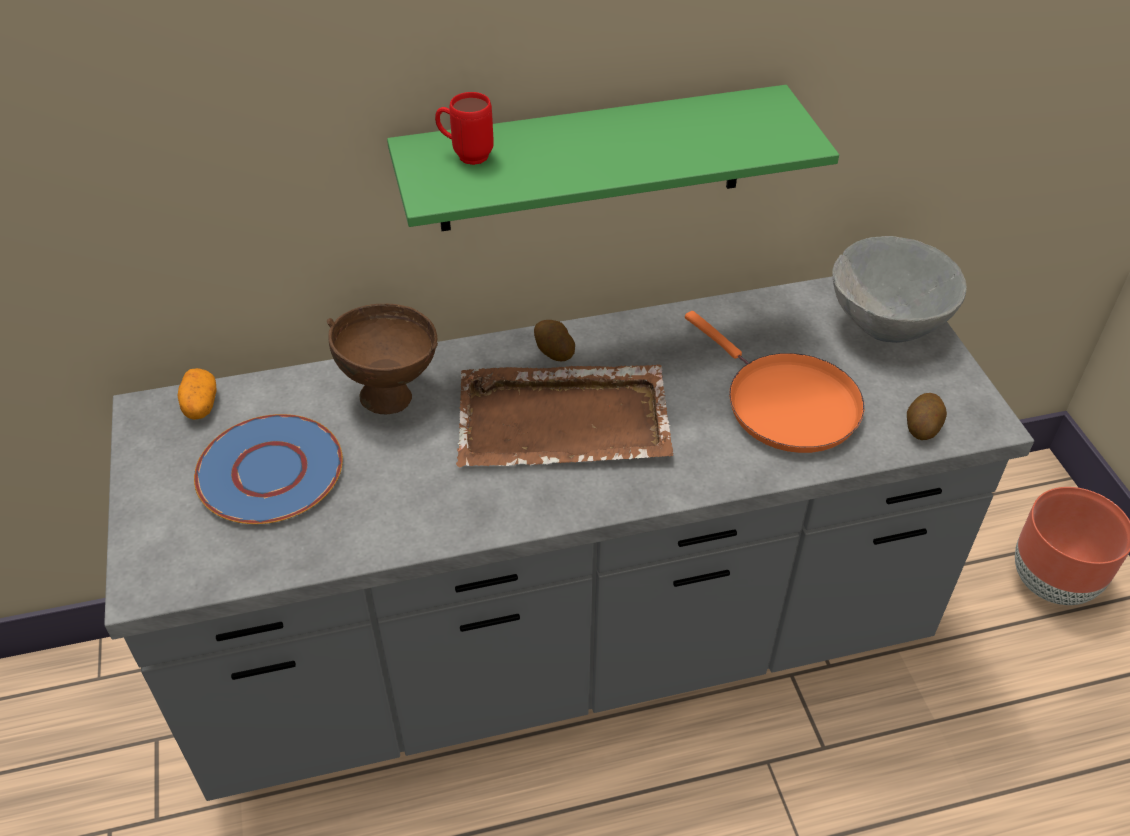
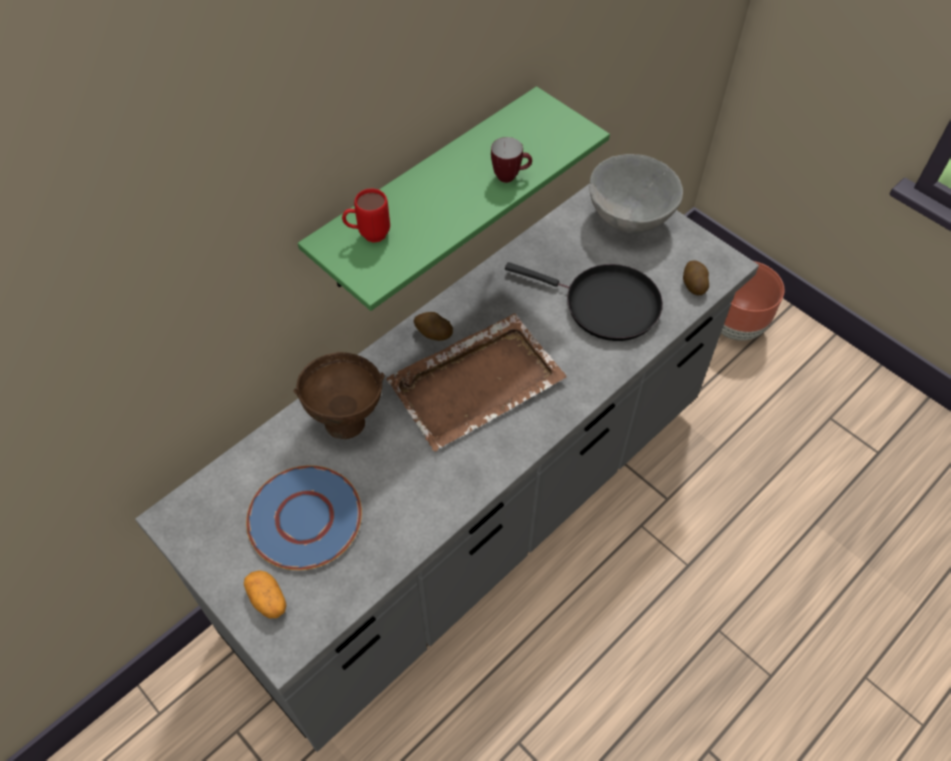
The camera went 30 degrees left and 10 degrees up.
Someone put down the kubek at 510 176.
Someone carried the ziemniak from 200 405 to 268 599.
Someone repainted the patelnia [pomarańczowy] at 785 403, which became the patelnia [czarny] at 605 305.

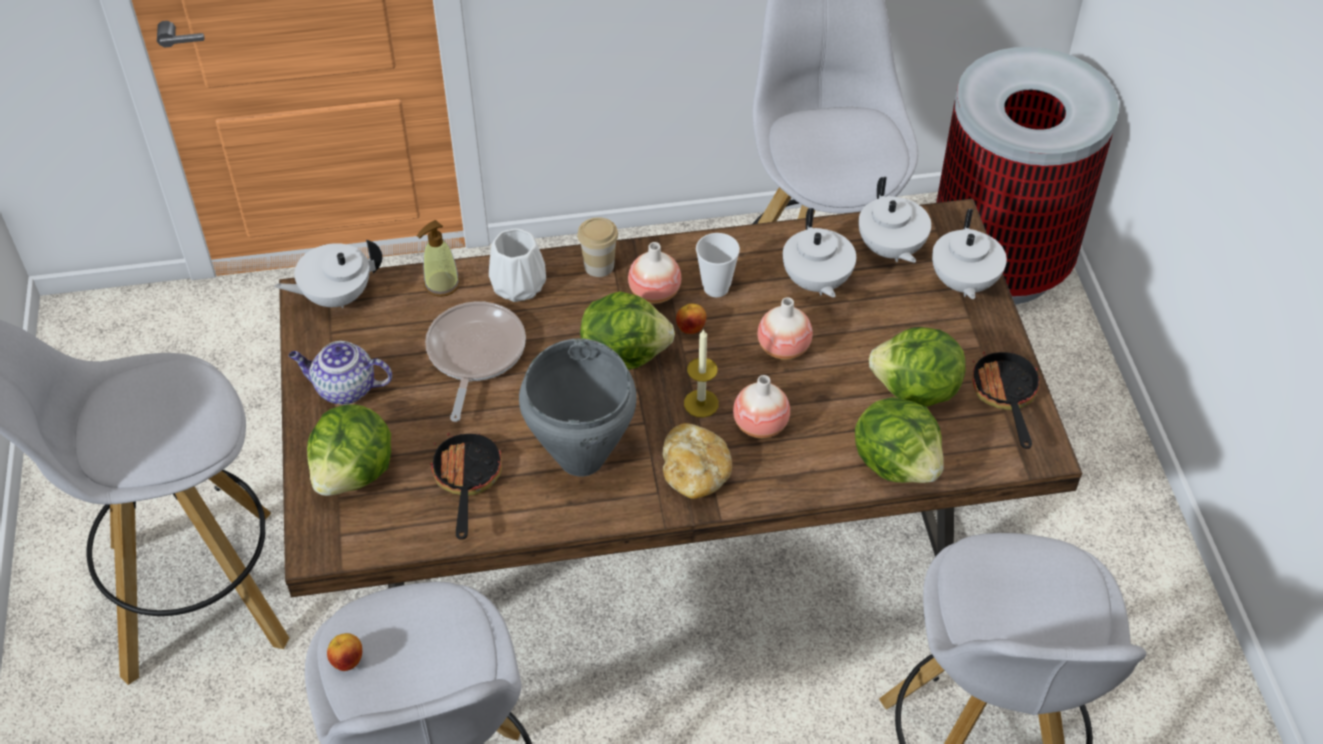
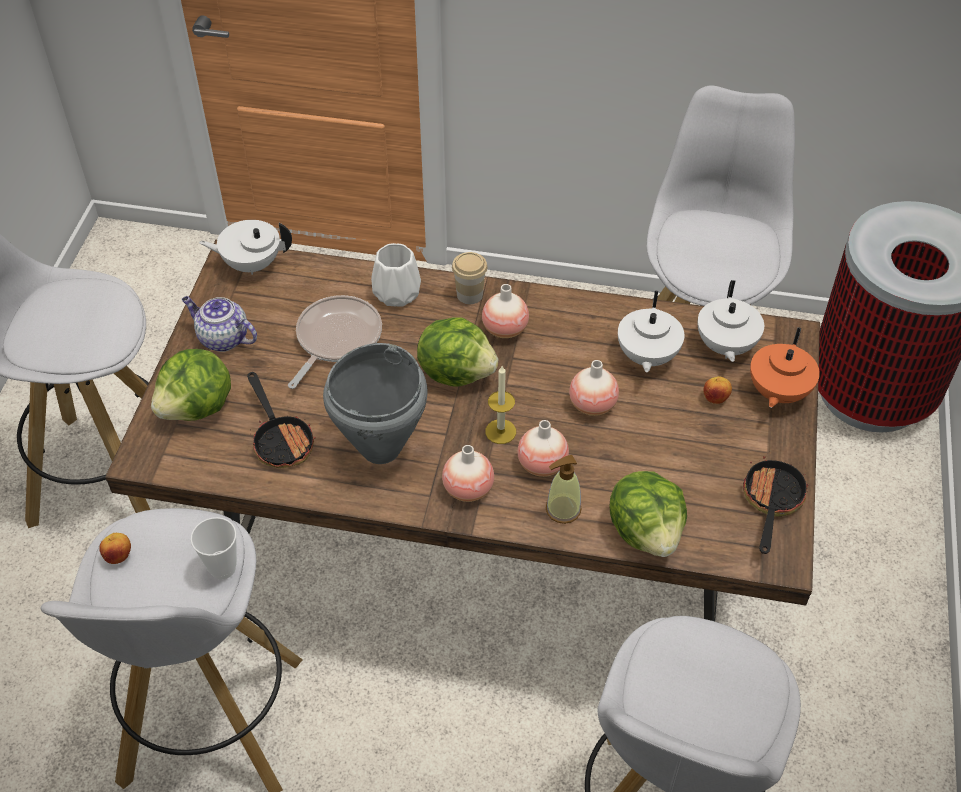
The camera went 20 degrees right and 0 degrees up.
Someone took away the sałata at 915 391.
Someone carried the dozownik mydła from 441 284 to 563 509.
Someone carried the jabłko from 690 328 to 715 398.
Someone carried the filiżanka from 716 288 to 223 568.
Someone swapped the chleb at 695 473 for the wazon at 468 489.
Someone repainted the imbryk [biały] at 963 283, which became the imbryk [pomarańczowy] at 777 392.
Someone rotated the patelnia at 466 480 by 135 degrees clockwise.

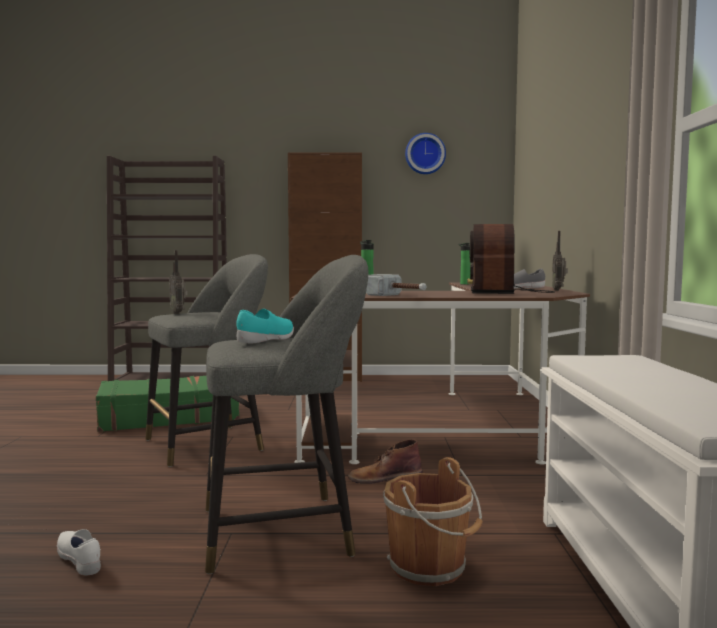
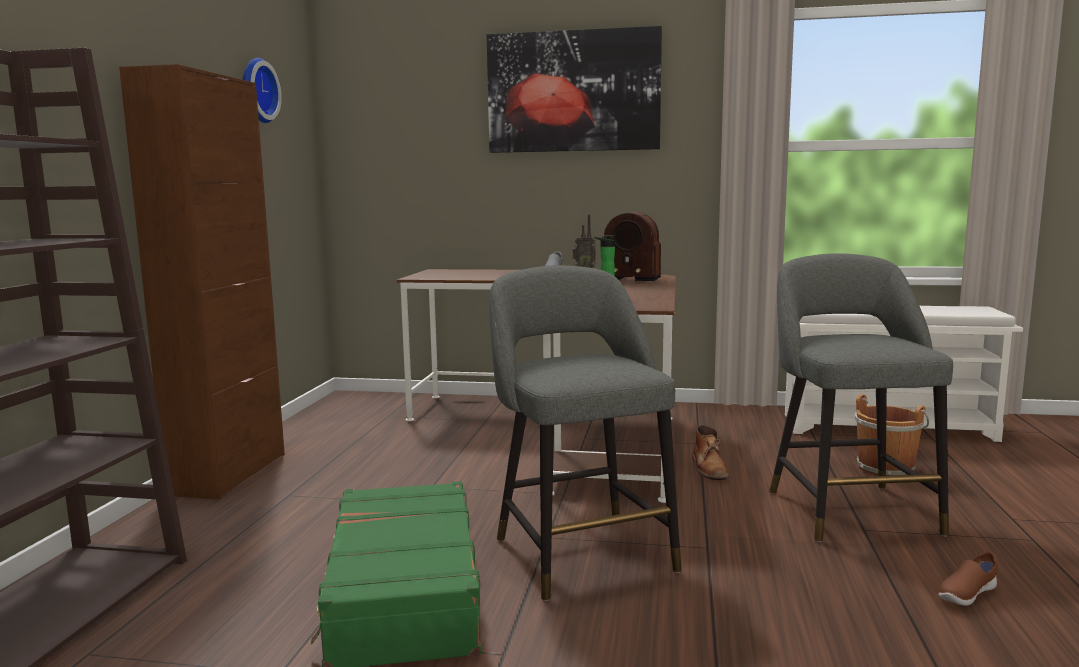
The camera went 80 degrees left and 5 degrees up.
Someone took away the radio at 178 313.
Someone took away the but [turkusowy] at 267 340.
Someone took away the młotek at 398 295.
Someone took away the butelka at 464 284.
Someone put up the obraz at 573 92.
Someone repainted the but [biały] at 80 561, which became the but [brązowy] at 966 595.

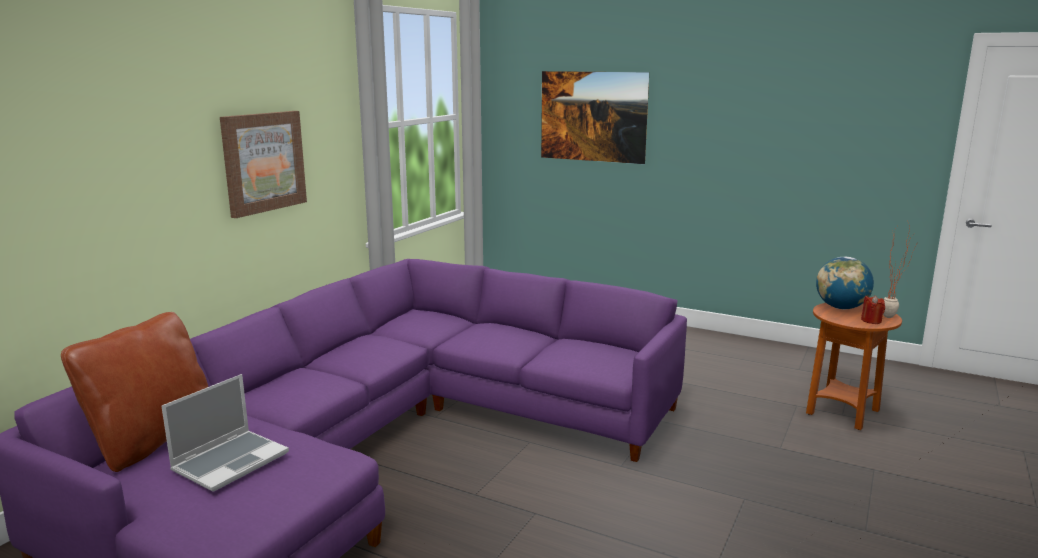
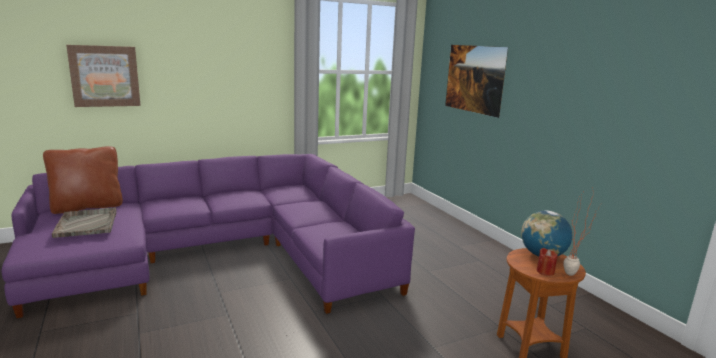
The camera went 35 degrees right and 0 degrees up.
Someone carried the obraz from 263 162 to 105 76.
Someone swapped the laptop at 231 461 for the taca [szary] at 87 223.

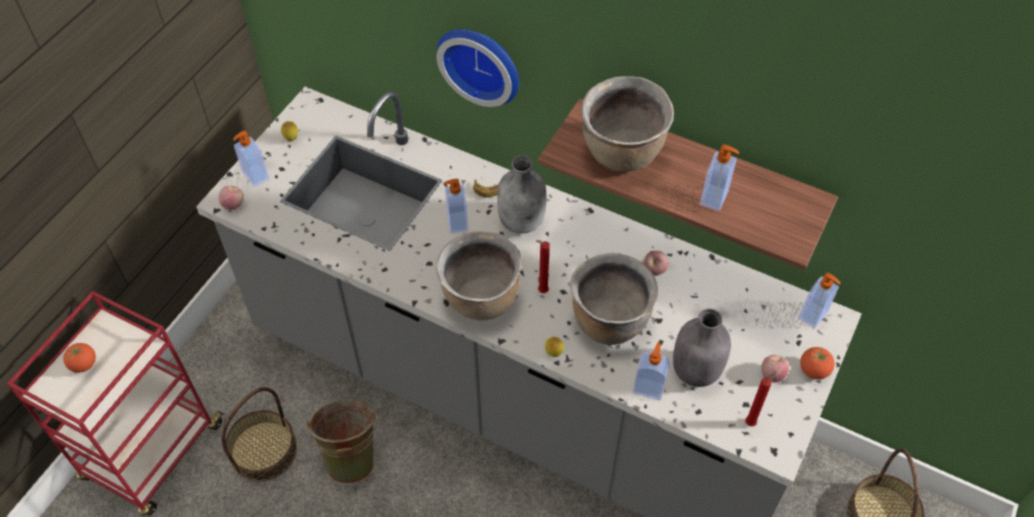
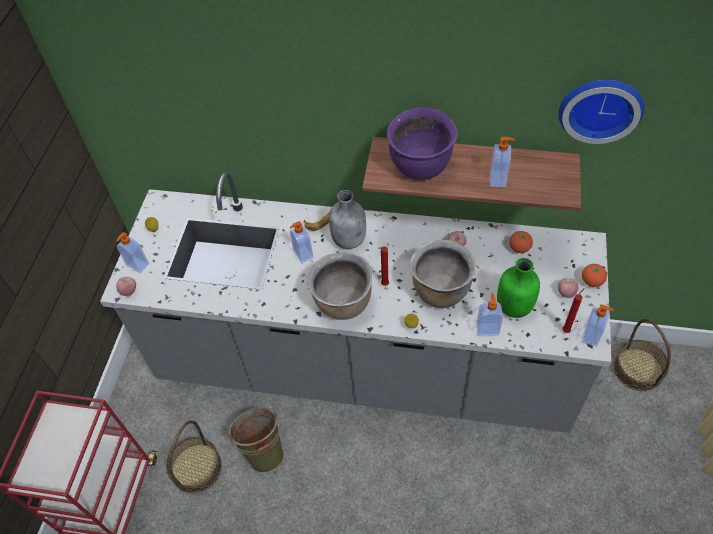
The camera went 15 degrees left and 0 degrees up.
Someone carried the pomidor from 84 364 to 519 248.
Someone carried the zegar ścienny from 482 62 to 600 106.
Someone carried the dozownik mydła from 814 316 to 591 336.
Someone repainted the garnek [brązowy] at 622 154, which became the garnek [fioletowy] at 420 167.
Someone repainted the butelka [szary] at 696 370, which became the butelka [zielony] at 514 306.

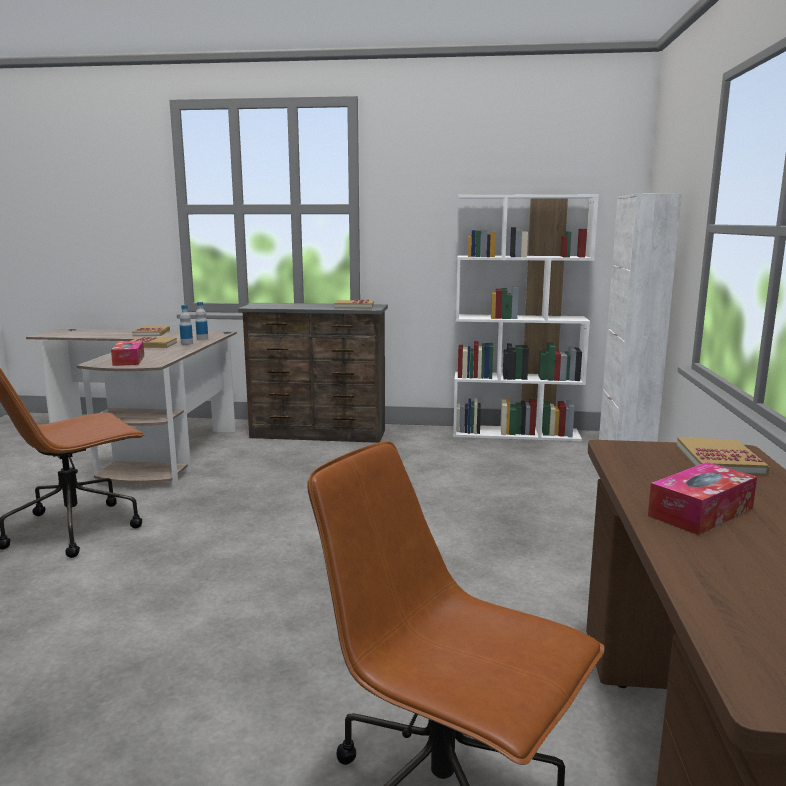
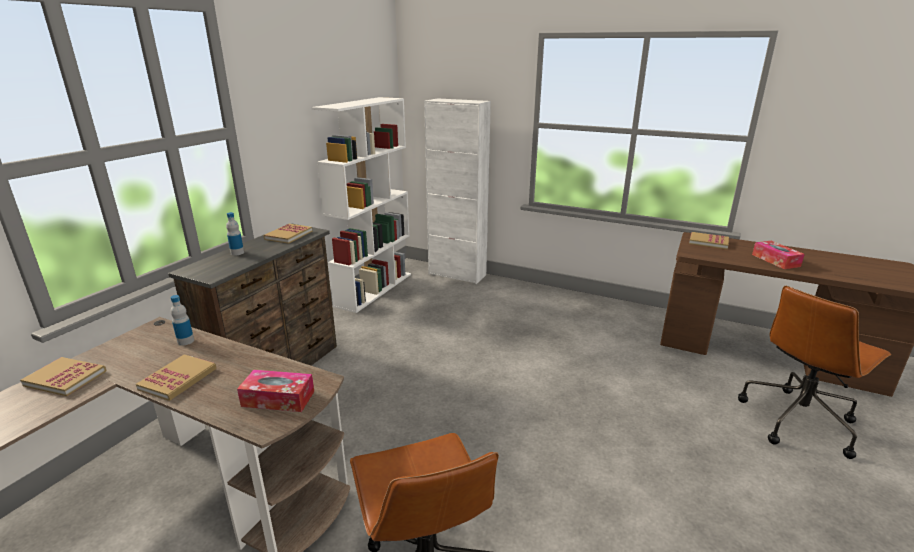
The camera went 70 degrees left and 10 degrees up.
Someone carried the butelka from 187 343 to 237 253.

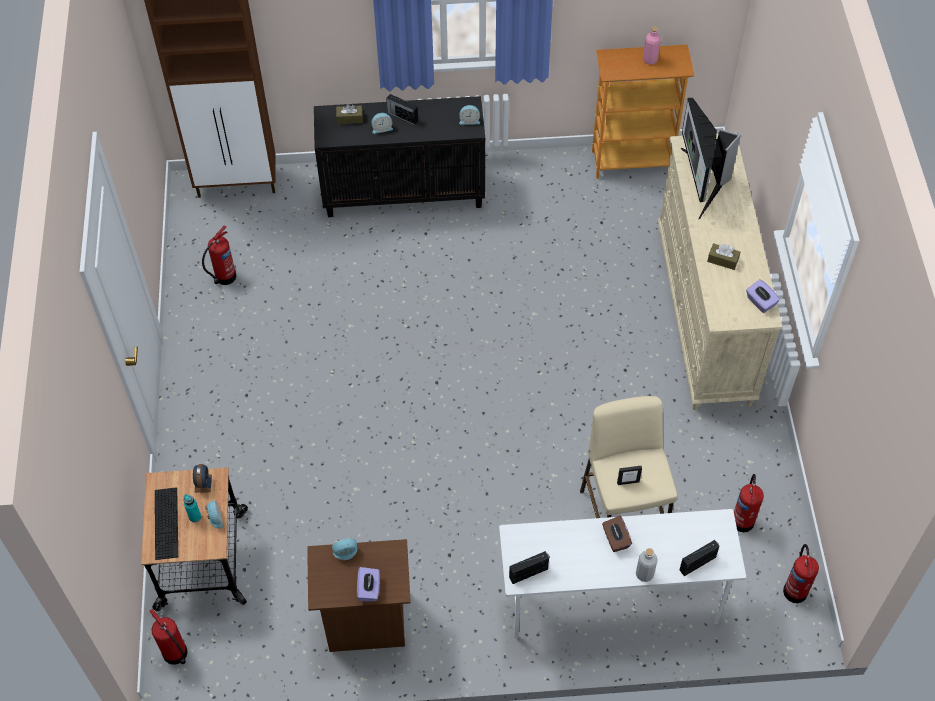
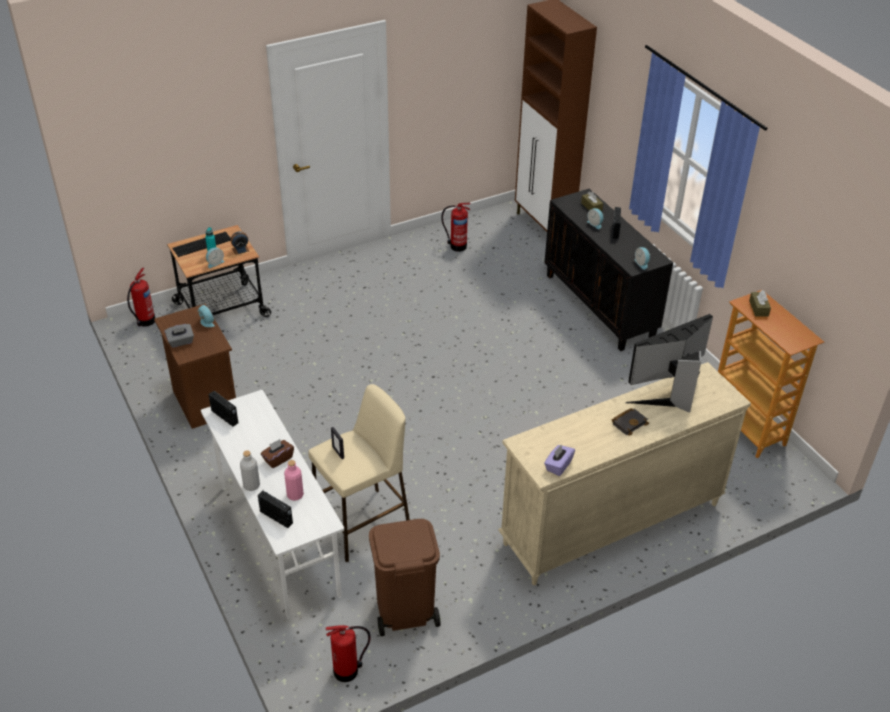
The camera went 65 degrees right and 15 degrees down.
Someone put down the książka [czarny] at 629 423.
Someone carried the butelka [różowy] from 650 60 to 295 495.
Someone carried the pudełko chusteczek [brązowy] from 722 260 to 758 308.
Someone swapped the gaśnica at 743 520 for the kosz na śmieci [brązowy] at 404 611.
Someone repainted the pudełko chusteczek [fioletowy] at 369 589, which became the pudełko chusteczek [szary] at 181 342.

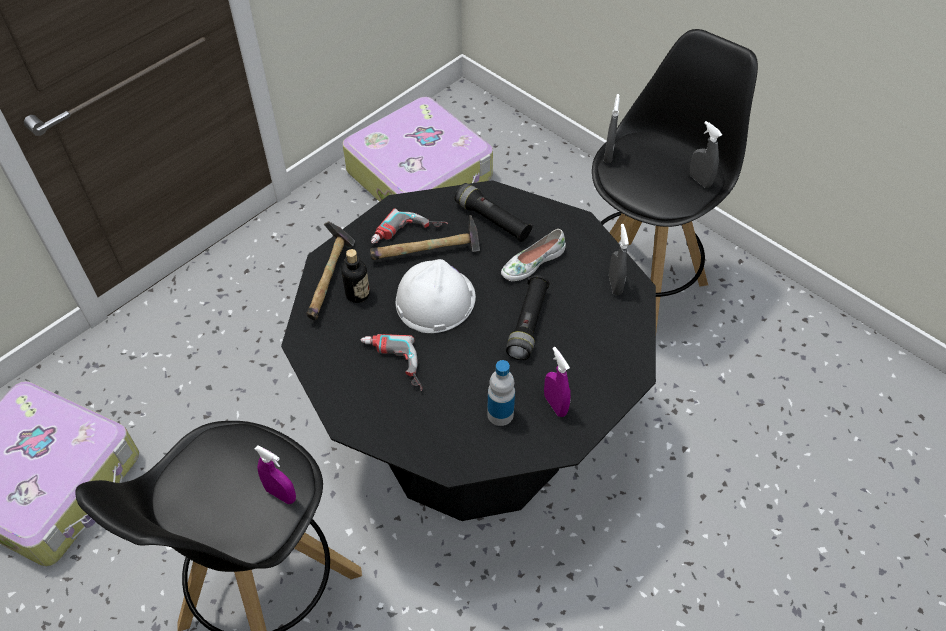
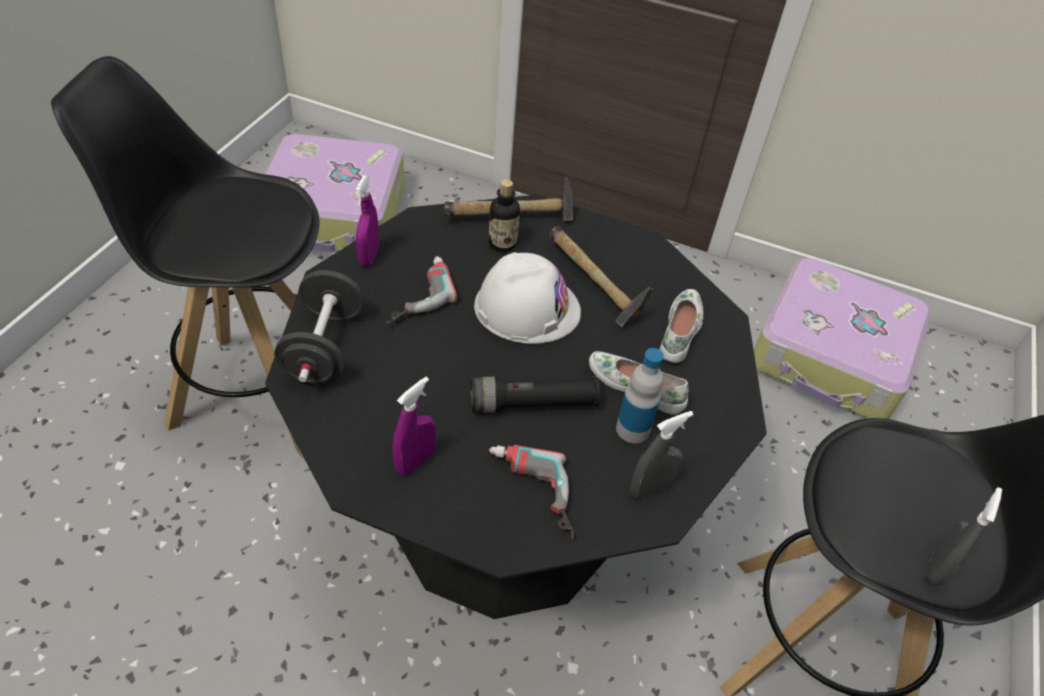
The camera went 65 degrees right and 5 degrees down.
Someone took away the spryskiwacz [szary] at 608 155.
Someone put down the hantel [czarny] at 324 348.
Someone carried the spryskiwacz [fioletowy] from 281 494 to 369 256.
Someone carried the wiertarka from 408 236 to 529 494.
Someone carried the butelka from 500 414 to 633 429.
Someone swapped the latarka [czarny] at 492 220 for the but [biały] at 681 331.

